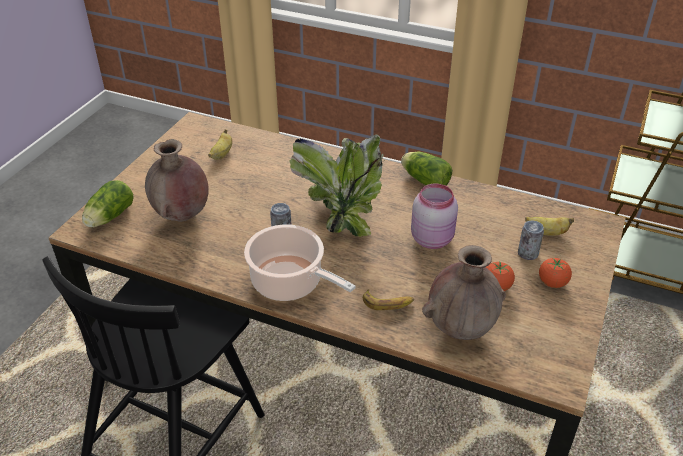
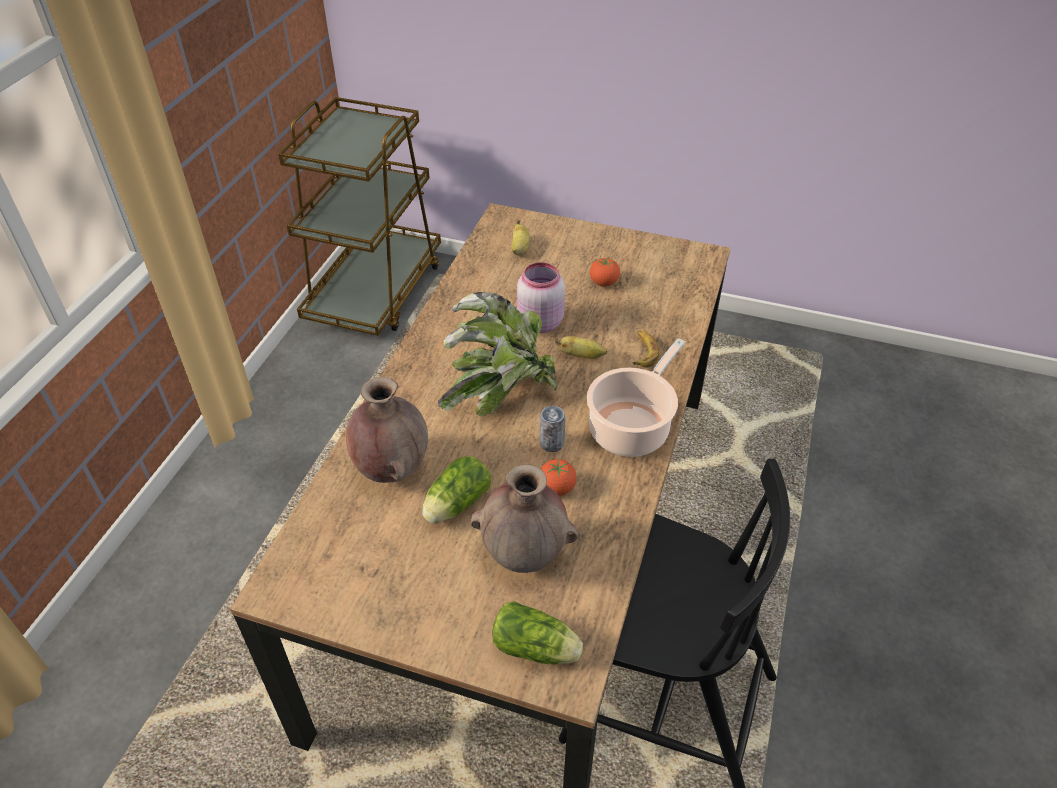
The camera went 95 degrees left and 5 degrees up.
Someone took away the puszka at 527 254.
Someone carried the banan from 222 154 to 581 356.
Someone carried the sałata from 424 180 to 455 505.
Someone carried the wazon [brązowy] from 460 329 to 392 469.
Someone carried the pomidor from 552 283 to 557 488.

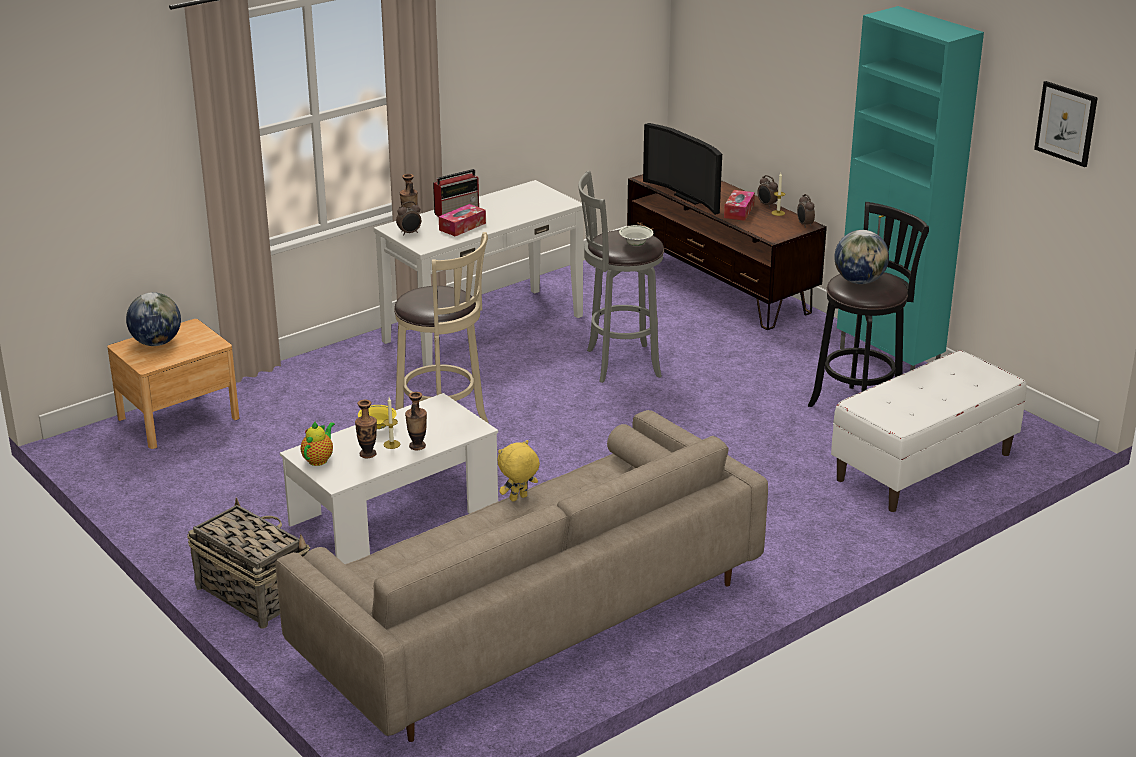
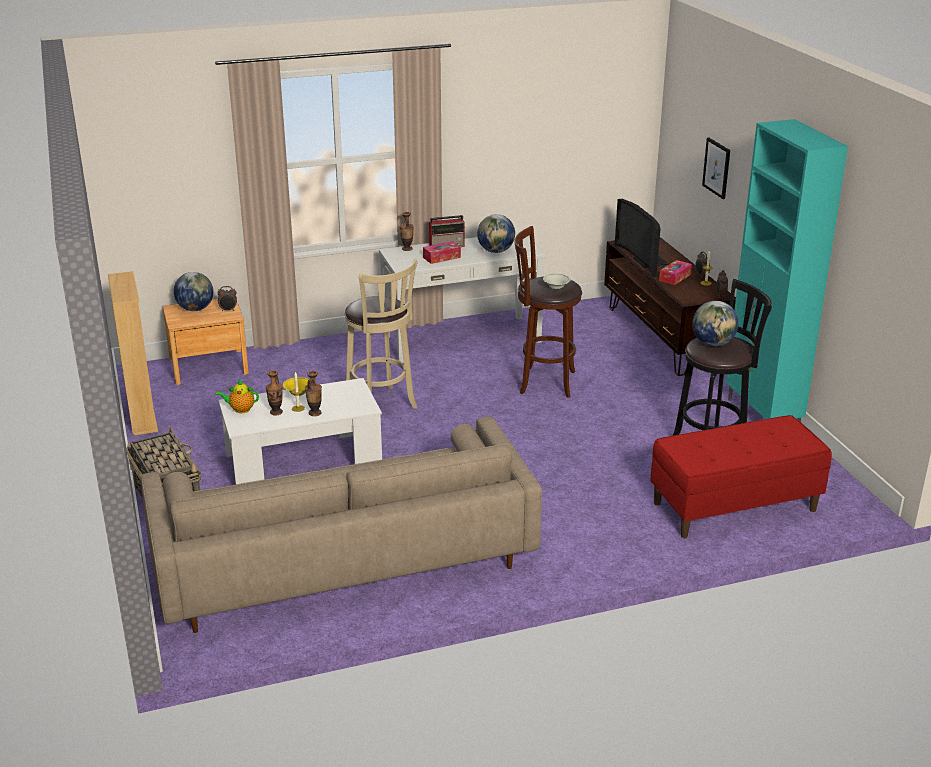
The camera went 20 degrees right and 0 degrees up.
Someone took away the pluszak [żółty] at 518 498.
Someone put down the regał [beżowy] at 142 416.
Someone put down the globus at 496 251.
Someone carried the budzik from 409 233 to 228 310.
Someone carried the obraz from 1066 123 to 717 168.
Someone repainted the stołek [szary] at 618 364, which became the stołek [brązowy] at 543 382.
Someone repainted the ławka [biały] at 924 467, which became the ławka [czerwony] at 734 507.
Someone rotated the imbryk at 319 459 by 135 degrees counterclockwise.

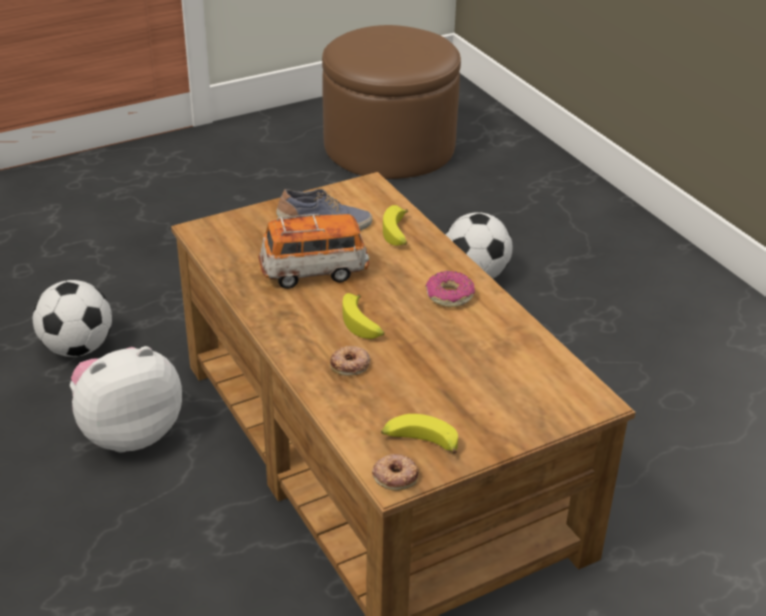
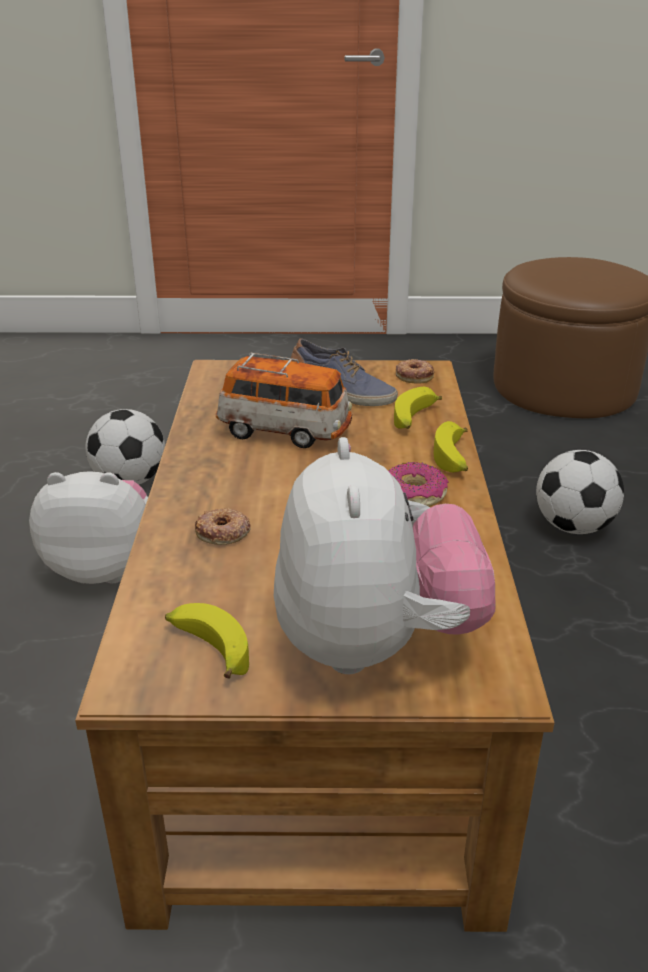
The camera went 30 degrees right and 5 degrees down.
Someone put down the pluszak at 375 644.
Someone carried the banan from 363 324 to 454 458.
Someone carried the donut from 395 475 to 414 375.

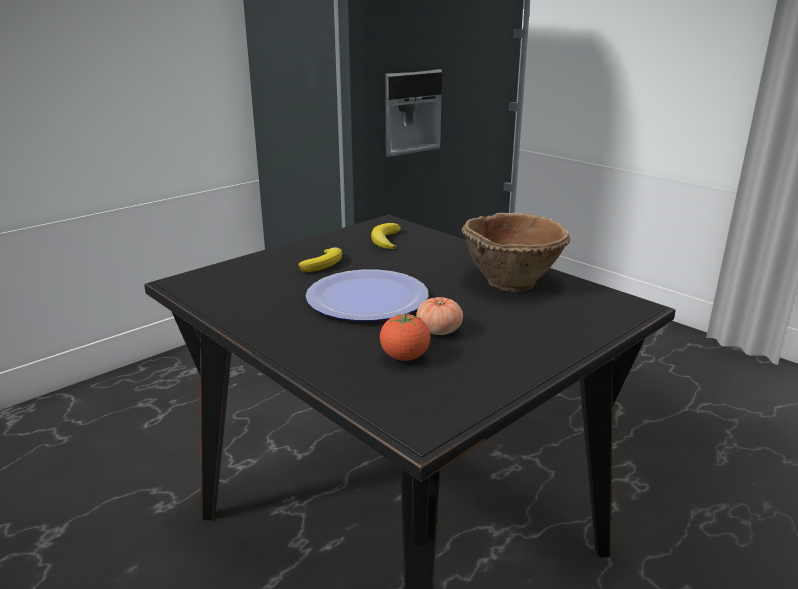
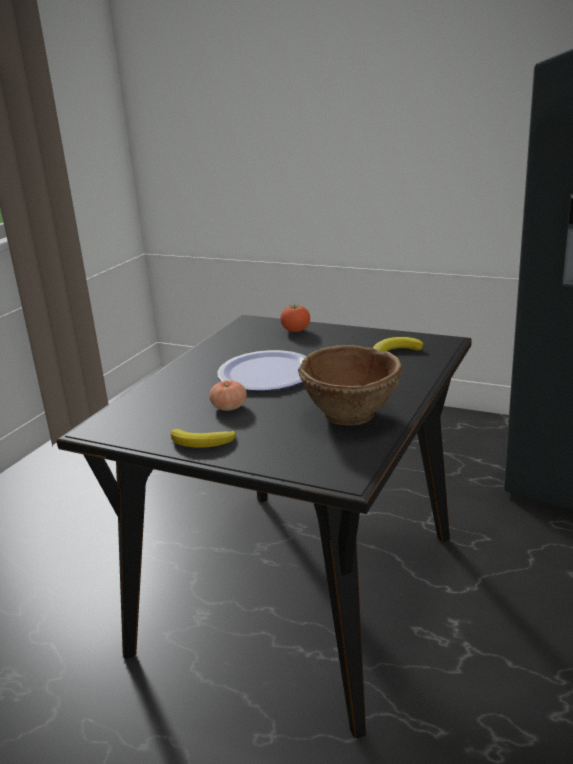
The camera went 70 degrees right and 0 degrees up.
Someone carried the banan from 324 263 to 203 442.
Someone carried the pomidor from 405 357 to 296 331.

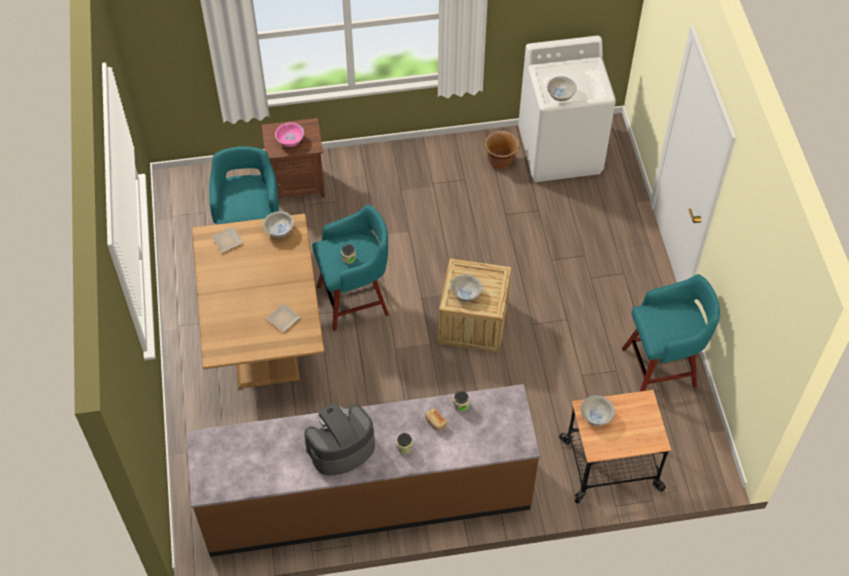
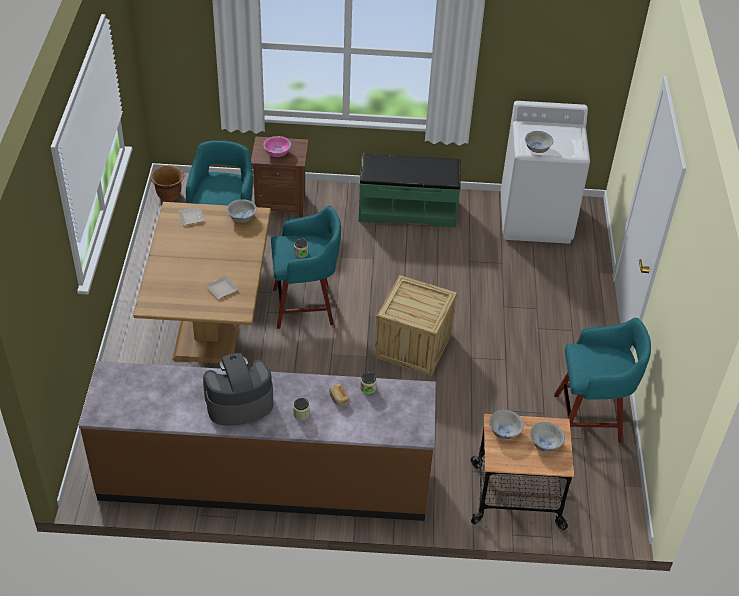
The camera went 10 degrees right and 10 degrees down.
Someone put down the ławka [zielony] at 407 210.
Someone carried the miska [biały] from 465 293 to 545 443.
Someone carried the donica [brązowy] from 500 161 to 169 195.

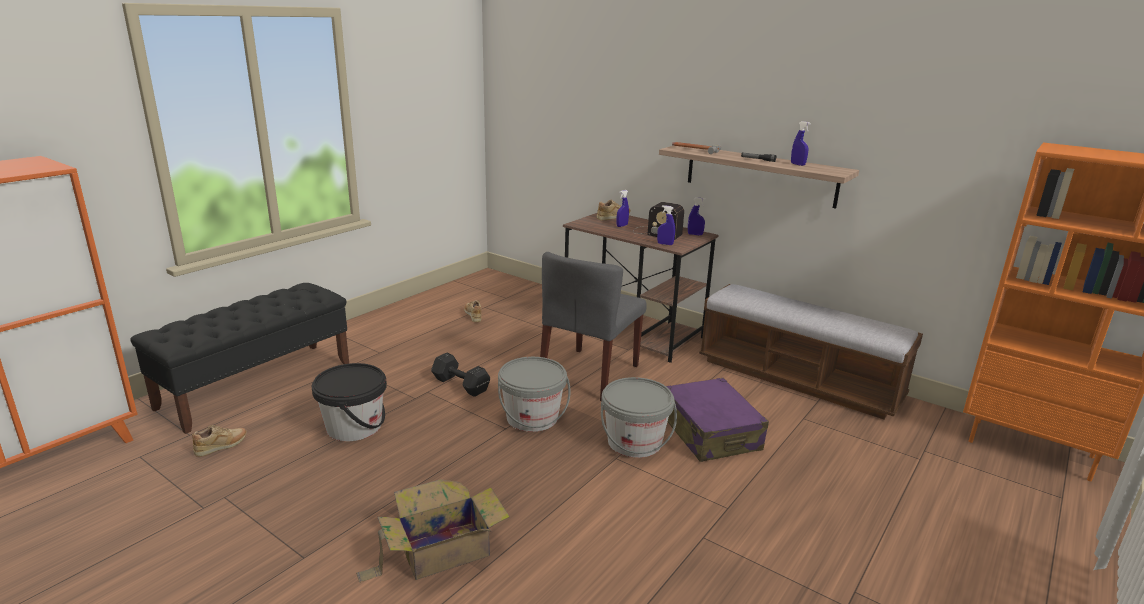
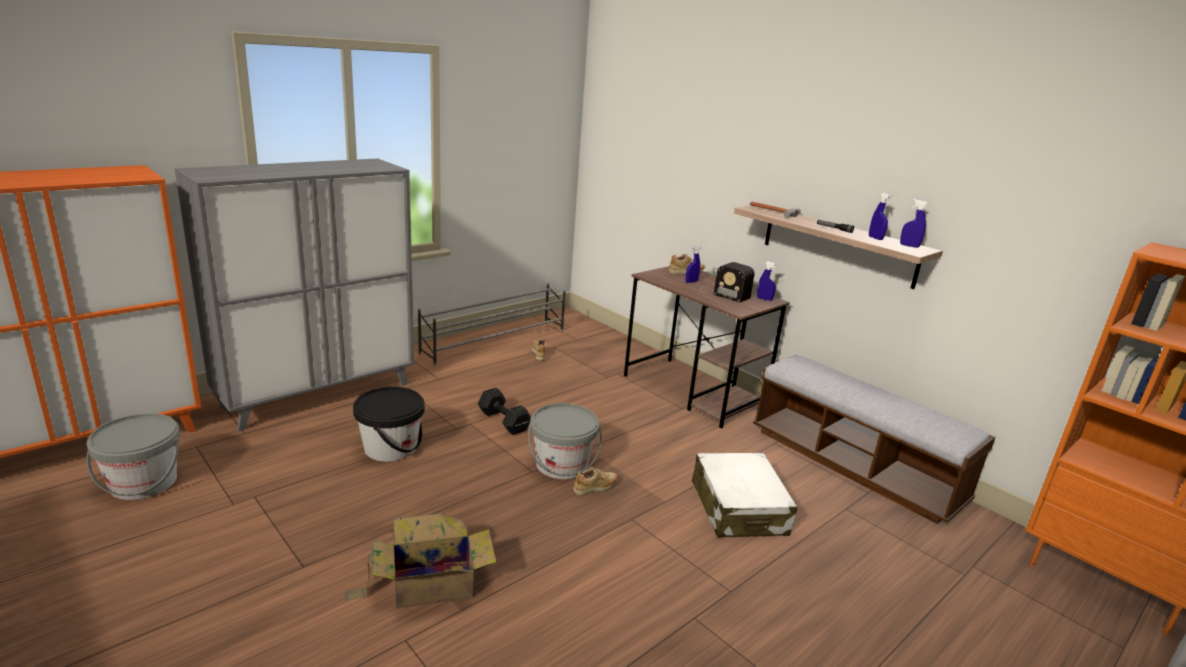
The camera went 10 degrees right and 0 degrees up.
Someone took away the krzesło [szary] at 589 374.
Someone put down the regał na buty [szary] at 495 341.
Someone carried the but [beżowy] from 221 447 to 595 488.
Someone carried the wiadro [szary] from 634 442 to 143 483.
Someone carried the spryskiwacz [niebieski] from 665 244 to 909 246.
Someone swapped the ławka [czarny] at 257 384 for the szafka [szary] at 318 394.
Someone repainted the walizka [fioletowy] at 710 433, which became the walizka [biały] at 738 508.

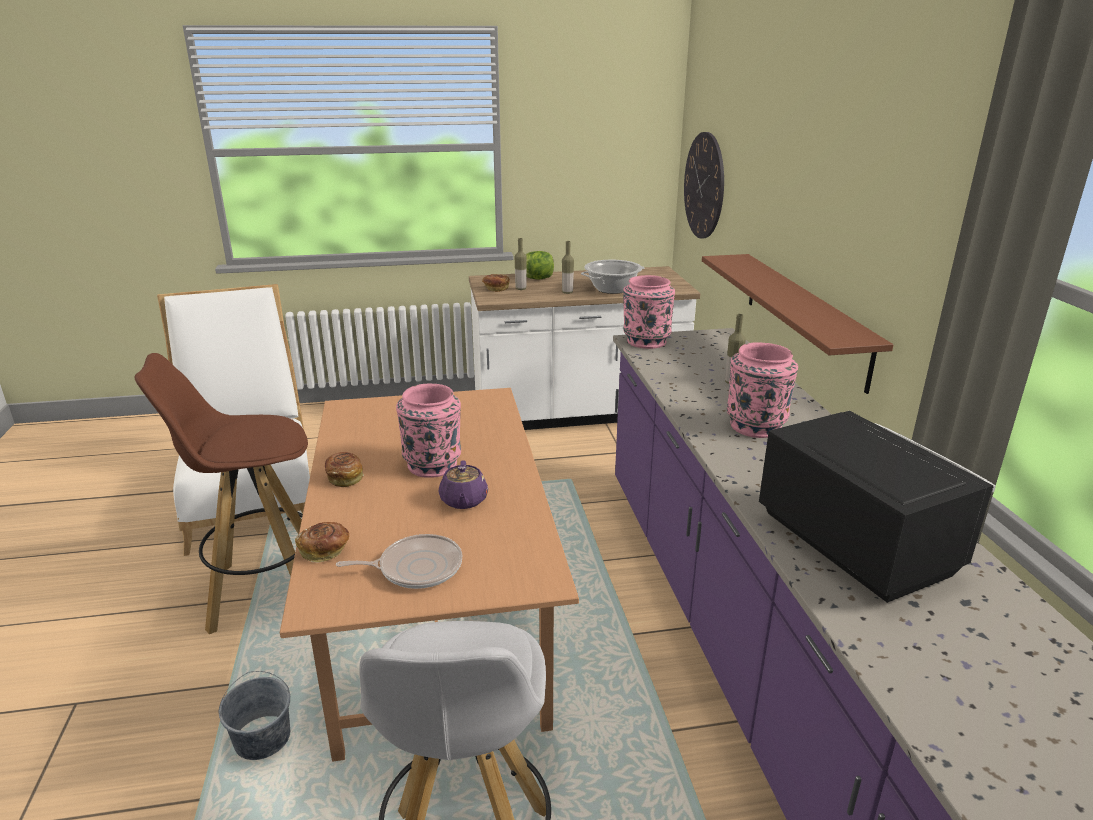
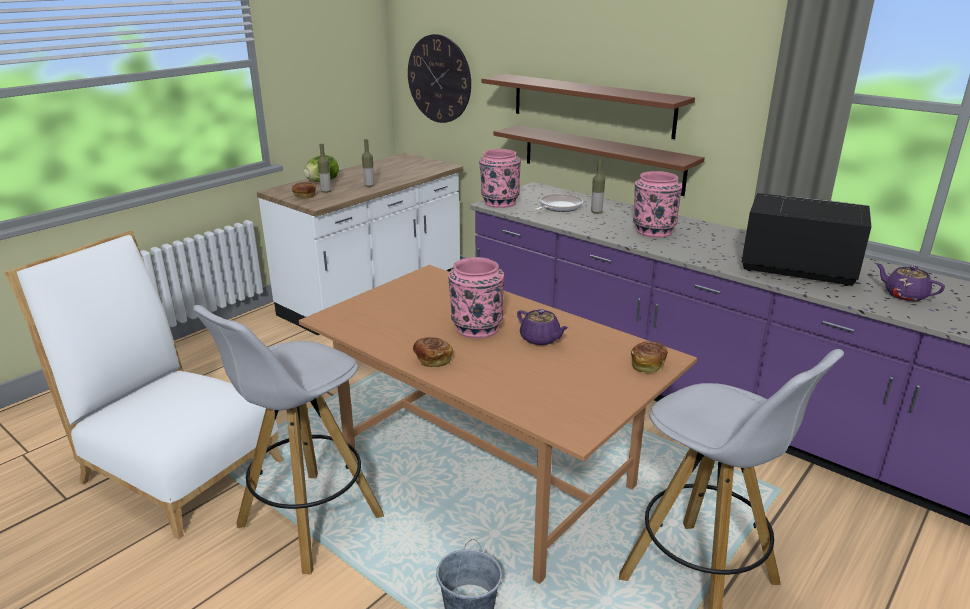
The camera went 40 degrees left and 0 degrees up.
Someone took away the garnek at 612 289.
Someone put up the półka [brązowy] at 591 105.
Someone put down the imbryk [fioletowy] at 904 295.
Someone carried the chleb from 325 551 to 648 365.
Someone carried the patelnia from 416 568 to 559 207.
Someone repainted the stołek [brązowy] at 264 591, which became the stołek [biały] at 308 522.

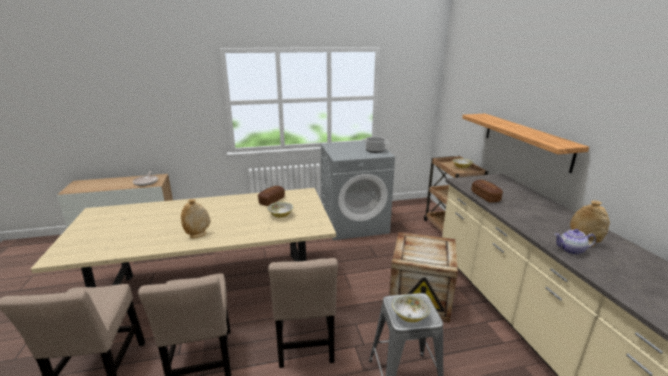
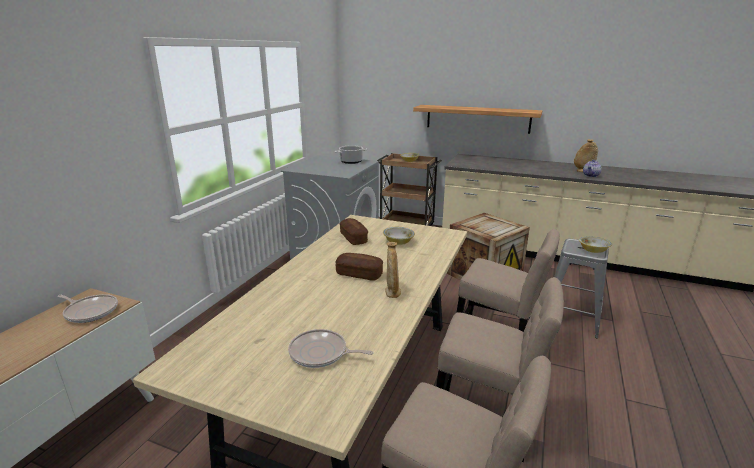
The camera went 55 degrees left and 0 degrees up.
Someone put down the patelnia at 321 353.
Someone carried the chleb from 485 196 to 359 274.

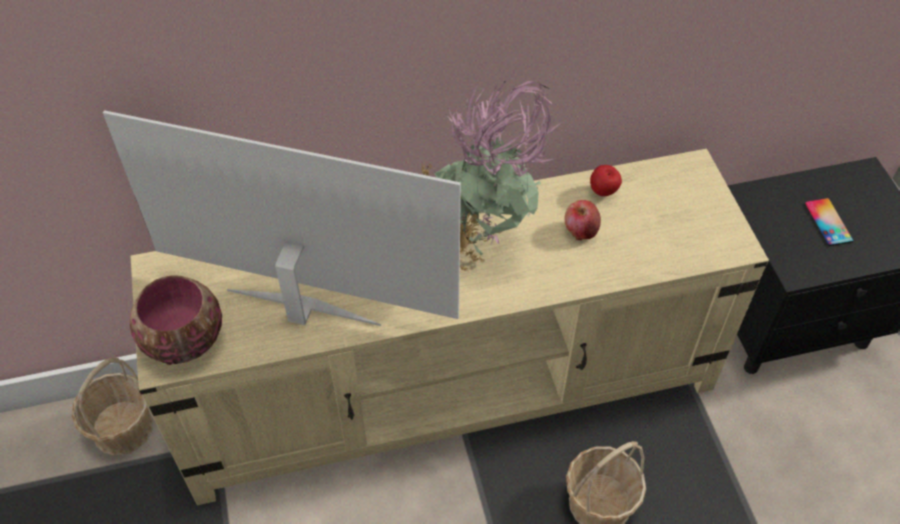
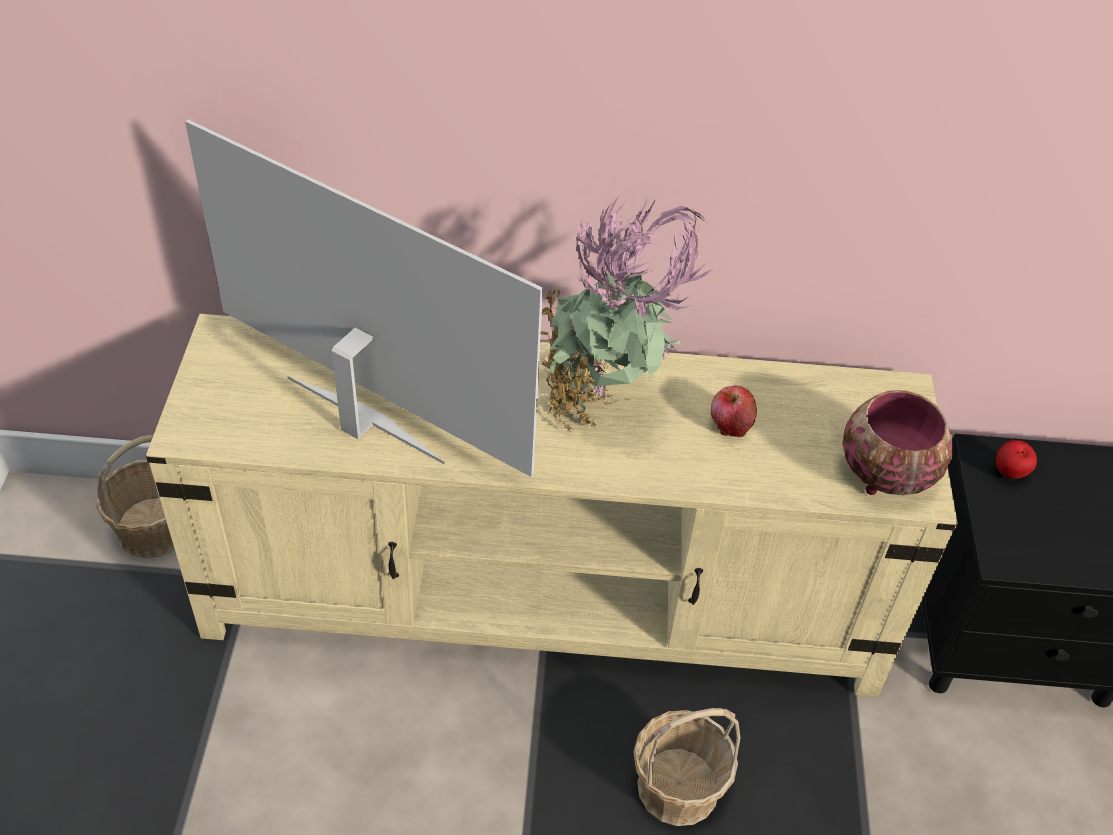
The camera went 15 degrees right and 5 degrees down.
Someone took away the telefon at 828 222.
Someone carried the miska from 182 340 to 883 472.
Someone carried the jabłko from 603 192 to 1009 473.

